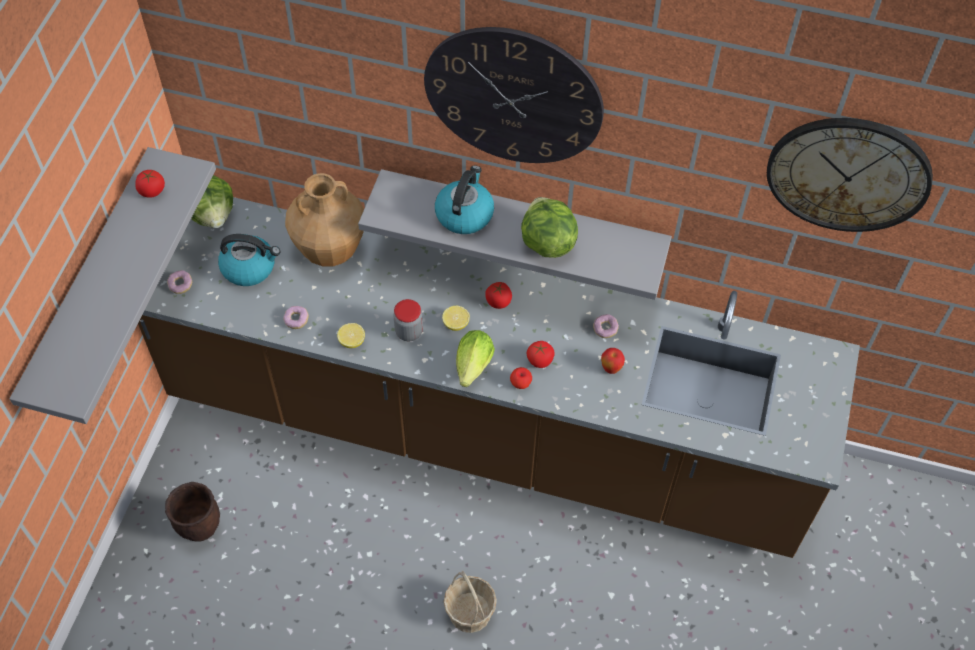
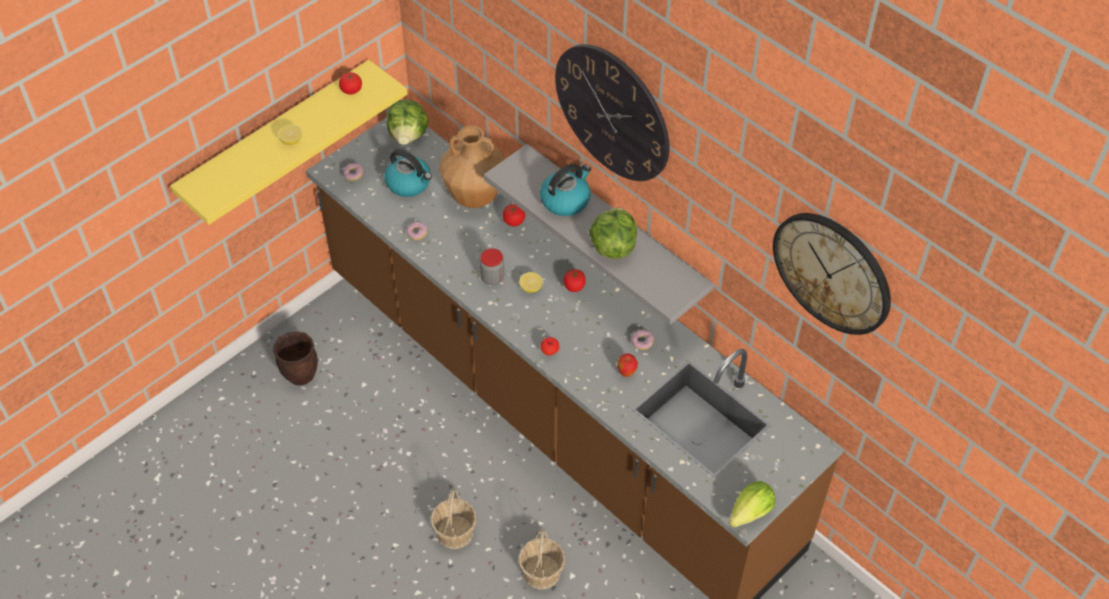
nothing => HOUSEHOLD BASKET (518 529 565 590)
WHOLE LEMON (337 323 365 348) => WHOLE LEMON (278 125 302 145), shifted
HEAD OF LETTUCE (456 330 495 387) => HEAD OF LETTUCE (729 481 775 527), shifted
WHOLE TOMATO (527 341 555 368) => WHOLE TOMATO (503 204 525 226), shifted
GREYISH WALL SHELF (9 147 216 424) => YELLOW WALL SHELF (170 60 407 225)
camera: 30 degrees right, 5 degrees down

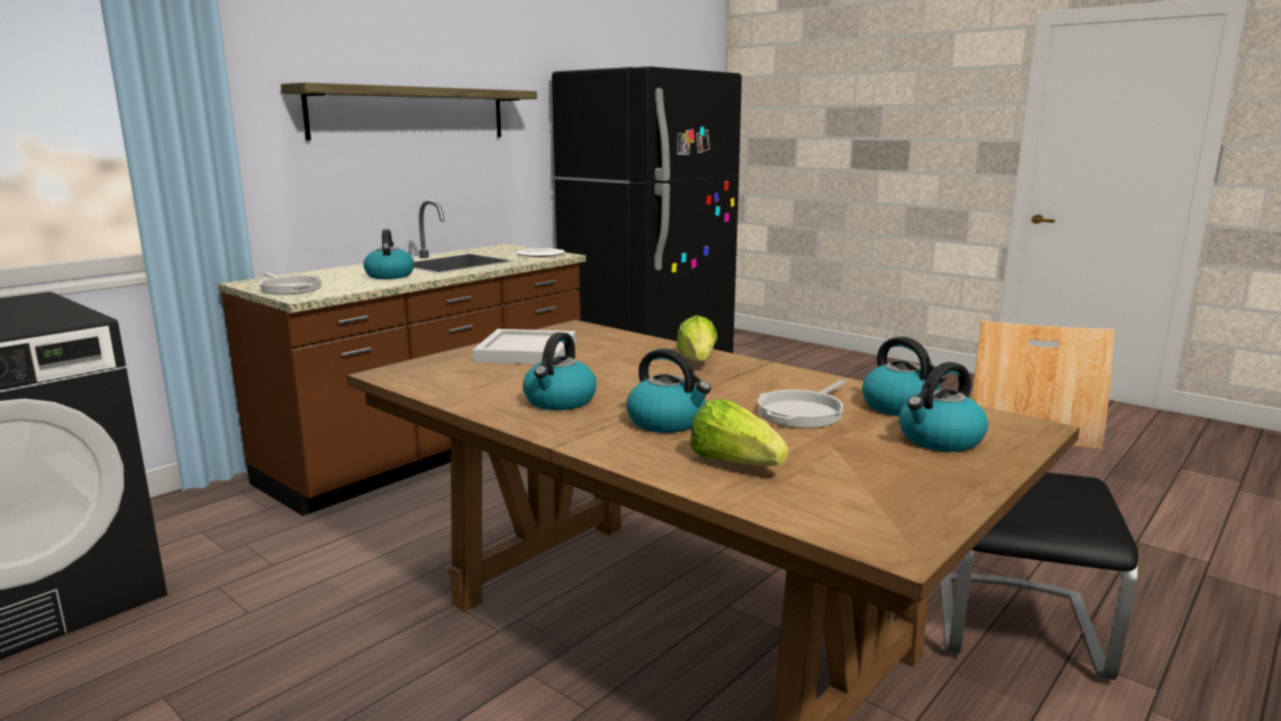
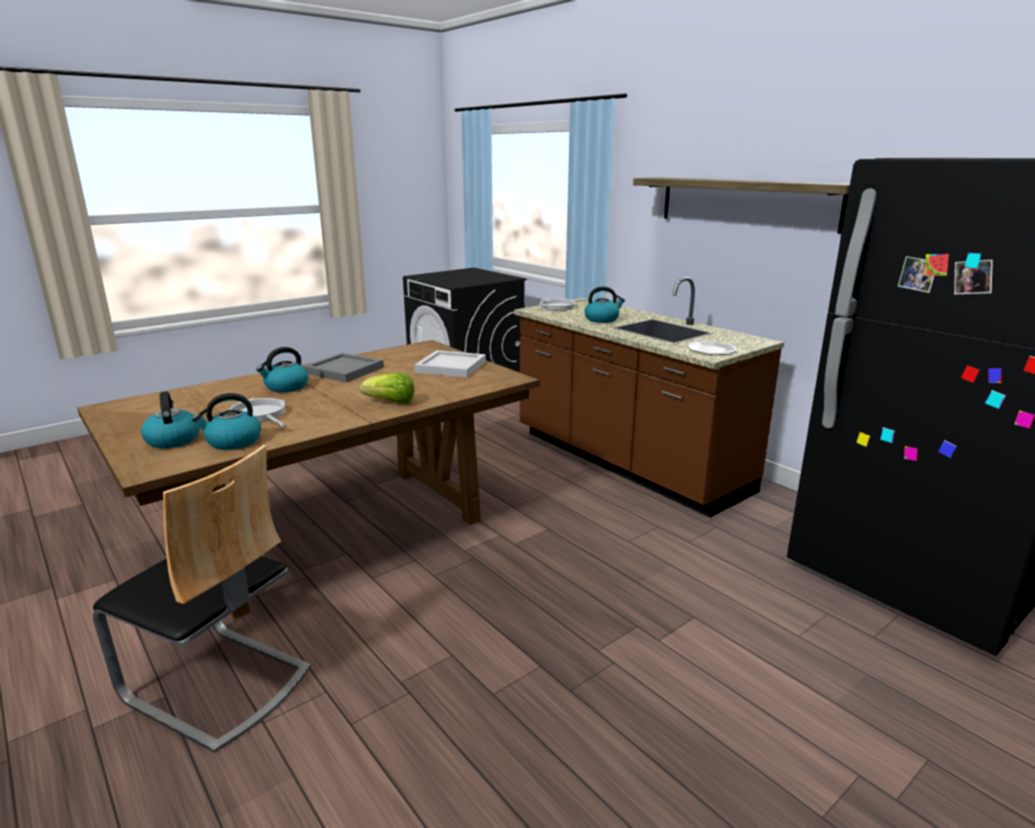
HEAD OF LETTUCE (690 399 788 466) => nothing
WATER KETTLE (523 332 597 410) => GREYISH SERVING TRAY (303 353 384 382)
camera: 100 degrees right, 5 degrees up

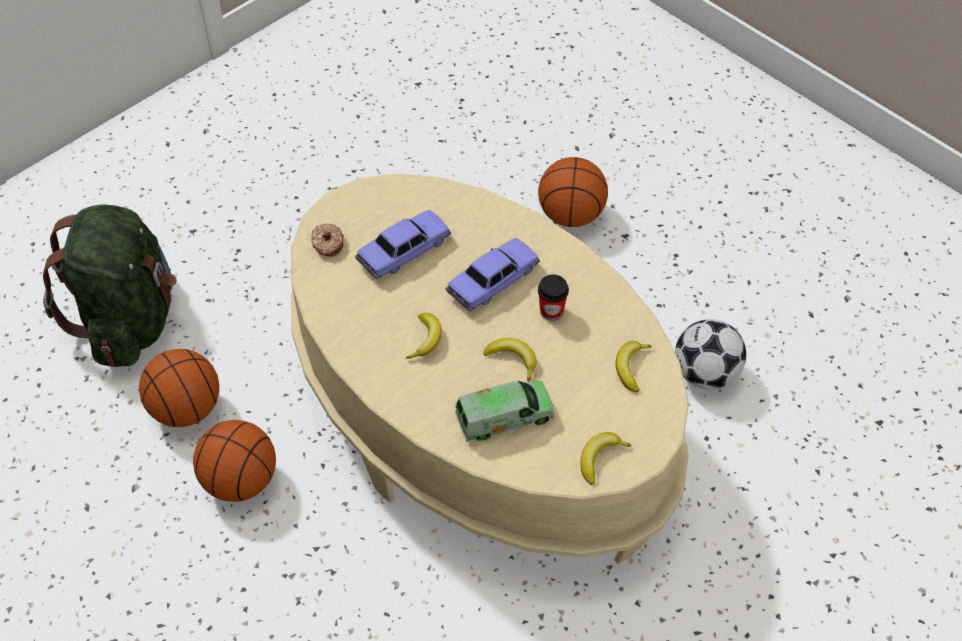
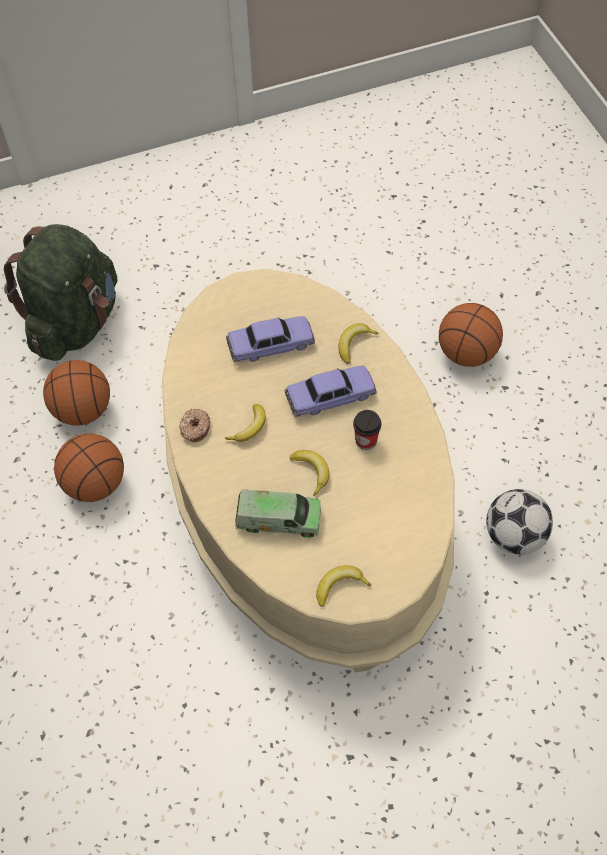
RING DOUGHNUT (311 223 344 257) => RING DOUGHNUT (179 408 210 442), shifted
BANANA FRUIT (616 341 652 392) => BANANA FRUIT (339 323 379 364), shifted
camera: 25 degrees right, 5 degrees up

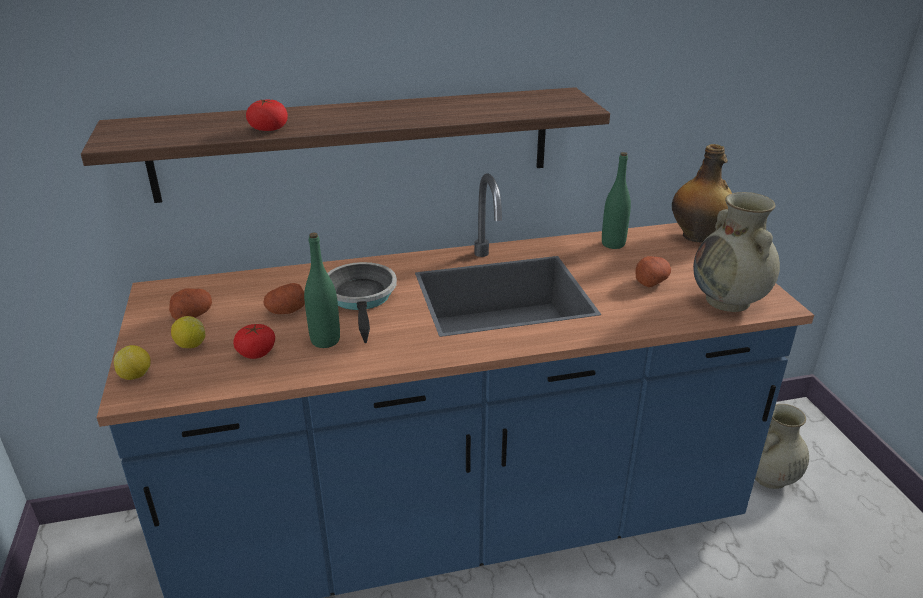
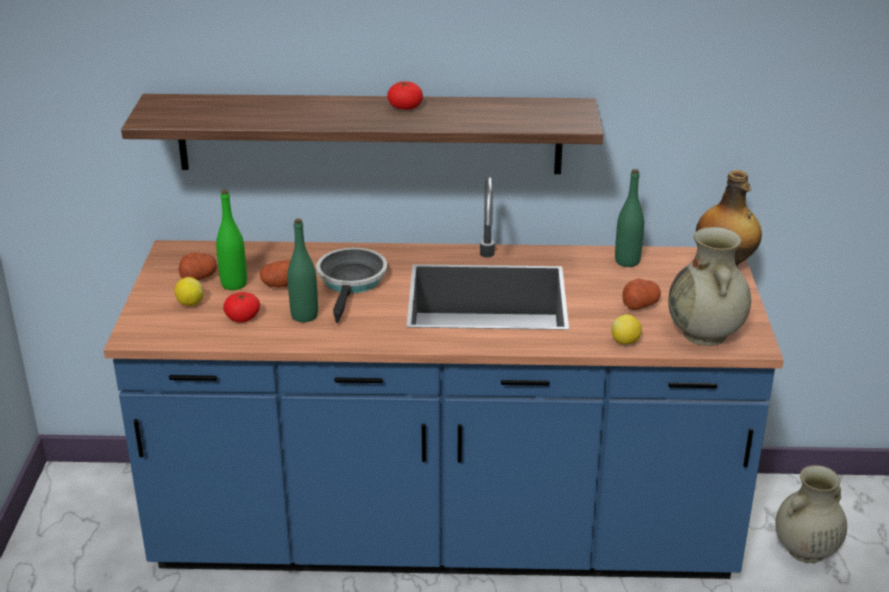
nothing => GREENISH BOTTLE (216 190 247 290)
WHOLE LEMON (114 345 151 380) => WHOLE LEMON (611 314 642 345), shifted
WHOLE TOMATO (246 99 288 131) => WHOLE TOMATO (387 81 423 110), shifted
camera: 15 degrees right, 0 degrees up

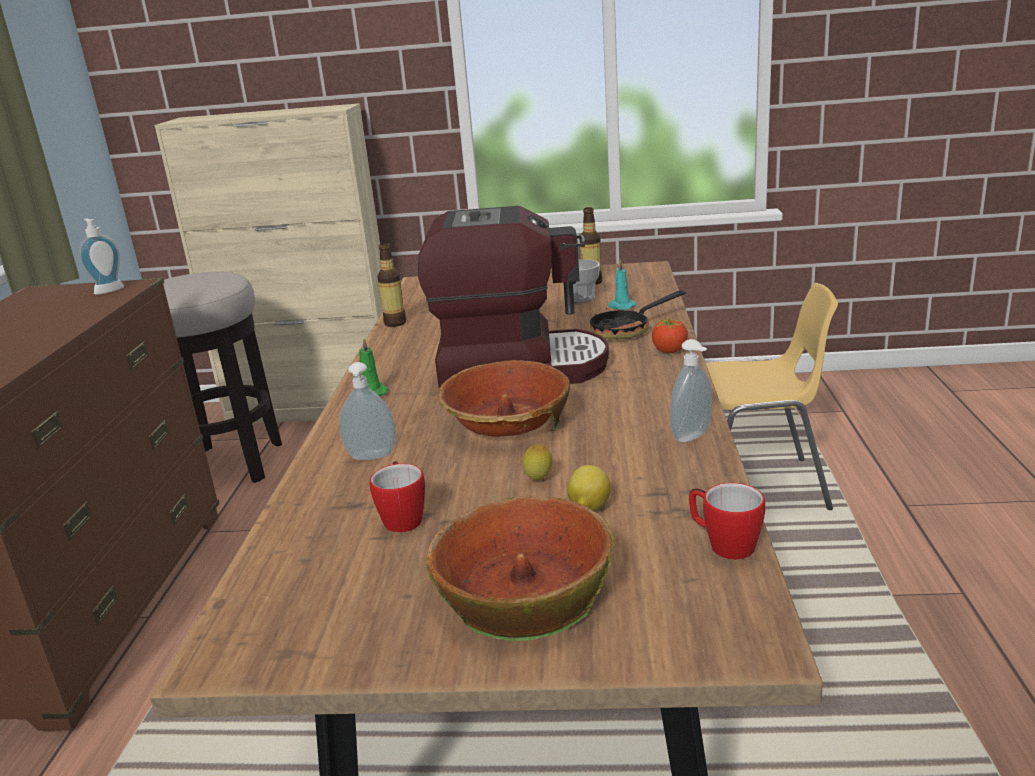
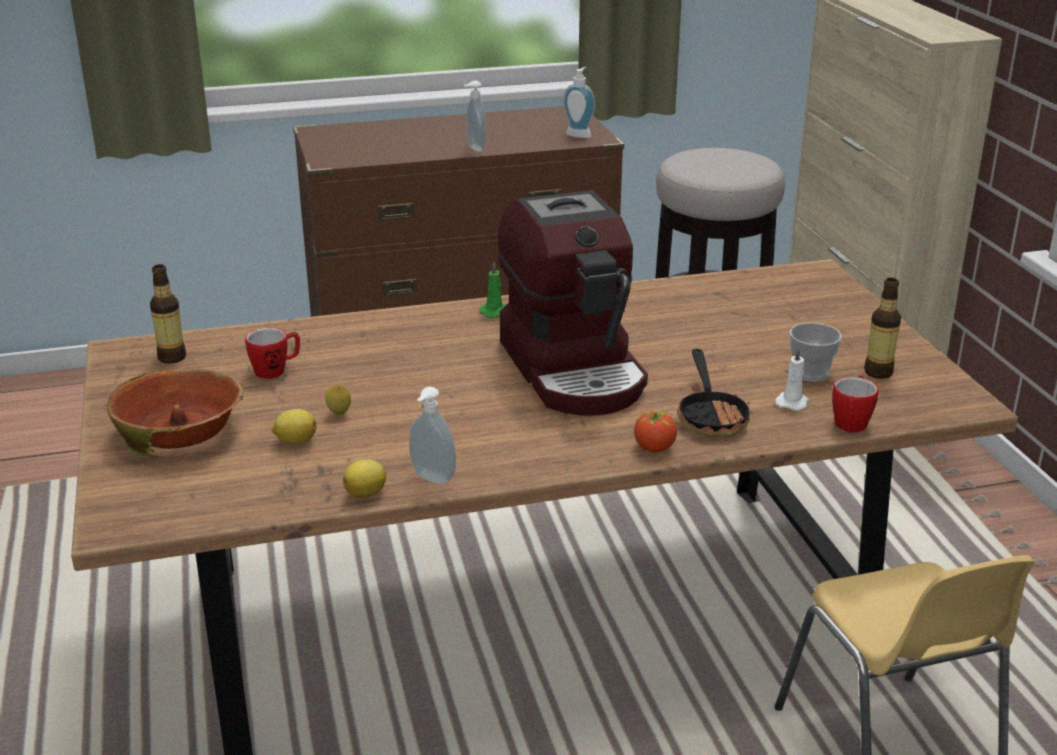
SERVING BOWL (438 360 570 437) => nothing
nothing => WHOLE LEMON (343 460 387 498)
SOAP DISPENSER (339 362 396 460) => SOAP DISPENSER (464 81 486 152), shifted
BOTTLE (377 243 406 327) => BOTTLE (150 264 186 364), shifted
TEA MUG (689 483 765 560) => TEA MUG (832 375 878 433), shifted
BLUE-GREEN WAX CANDLE (608 259 636 310) => WHITE WAX CANDLE (775 347 809 411)
SKILLET (590 290 685 339) => SKILLET (677 349 752 436), 135 degrees counterclockwise
camera: 70 degrees right, 5 degrees up

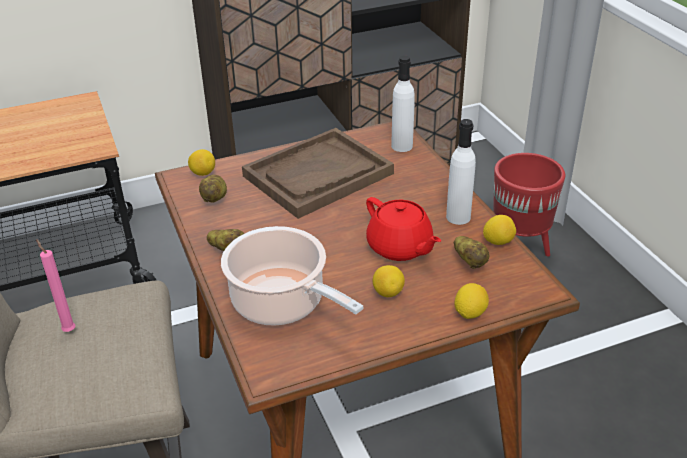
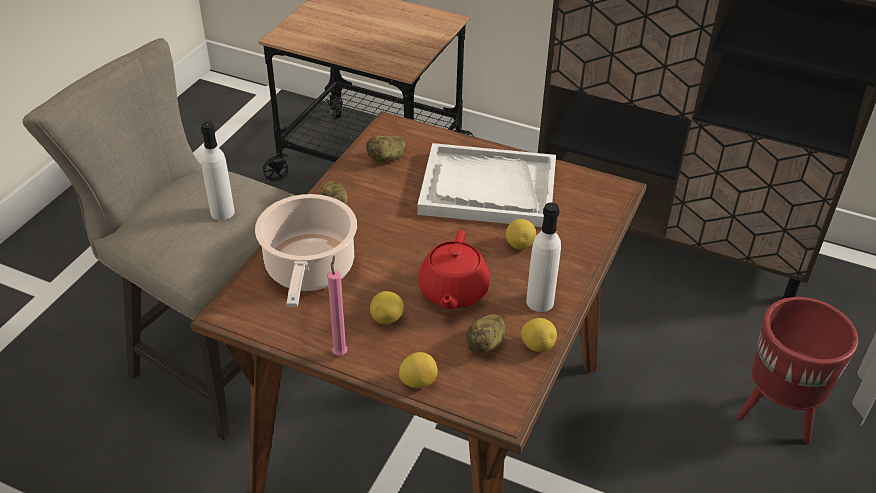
PINK WAX CANDLE (36 239 75 332) => PINK WAX CANDLE (327 256 347 355), shifted
WHOLE LEMON (188 149 215 176) => WHOLE LEMON (506 219 536 249), shifted
WHITE BOTTLE (391 56 415 152) => WHITE BOTTLE (201 121 235 220), shifted
BROWN SERVING TRAY (242 128 394 219) => WHITE SERVING TRAY (417 143 556 227)
camera: 45 degrees right, 5 degrees up

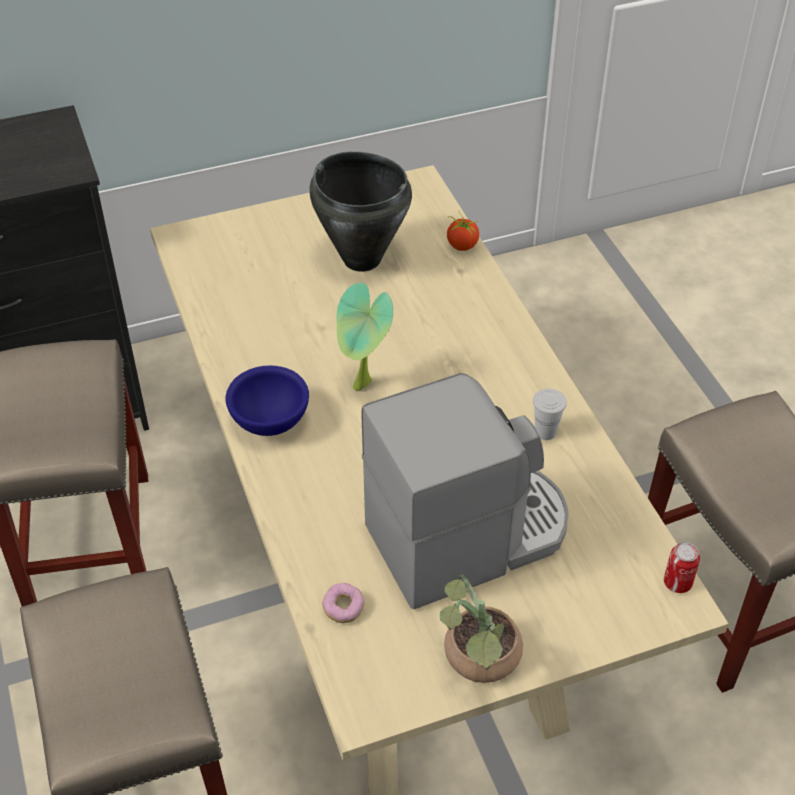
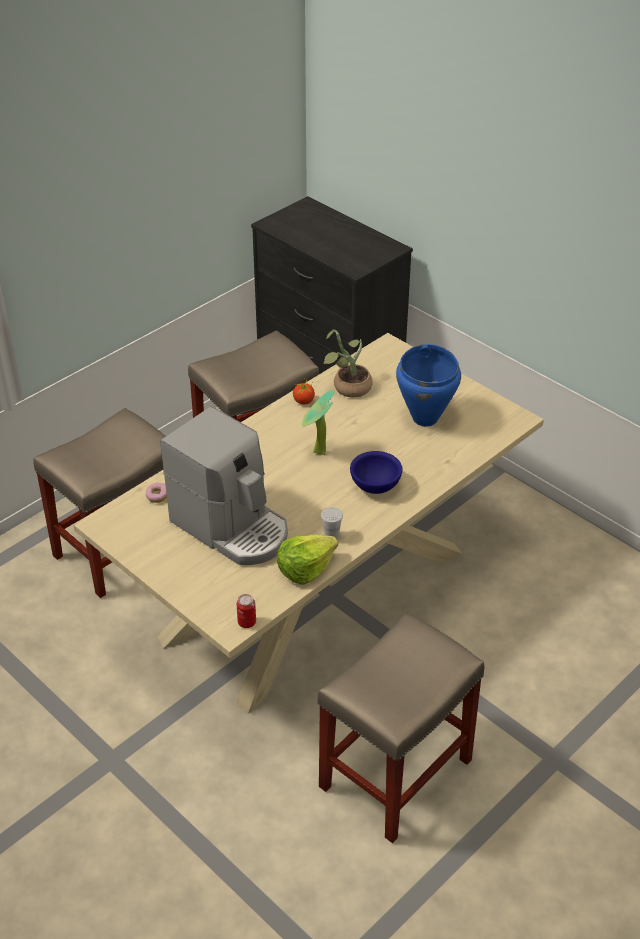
nothing => HEAD OF LETTUCE (277 534 338 585)
BLUISH SERVING BOWL (226 366 309 436) => BLUISH SERVING BOWL (350 451 403 494), shifted
HOUSEPLANT (440 574 523 683) => HOUSEPLANT (323 329 373 398), shifted
WHOLE TOMATO (447 212 479 251) => WHOLE TOMATO (293 378 315 404), shifted
BLACK STOCKPOT (309 152 412 272) => BLUISH STOCKPOT (396 344 461 426)
camera: 65 degrees right, 5 degrees down

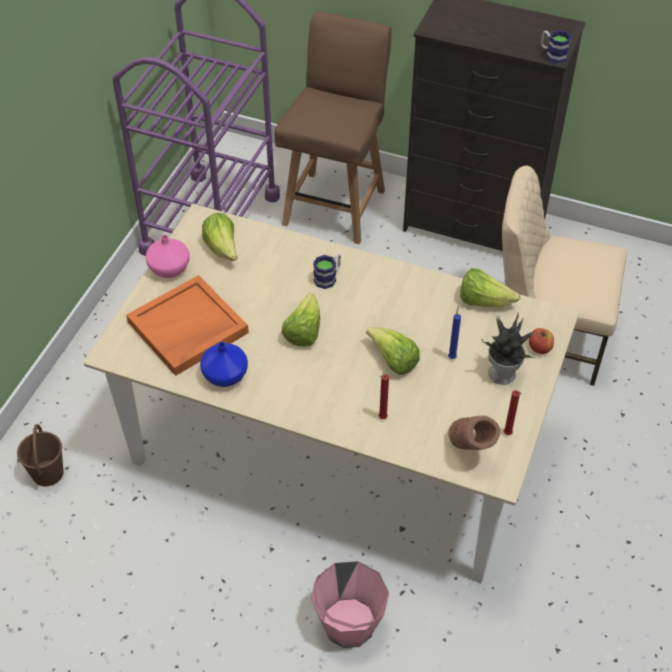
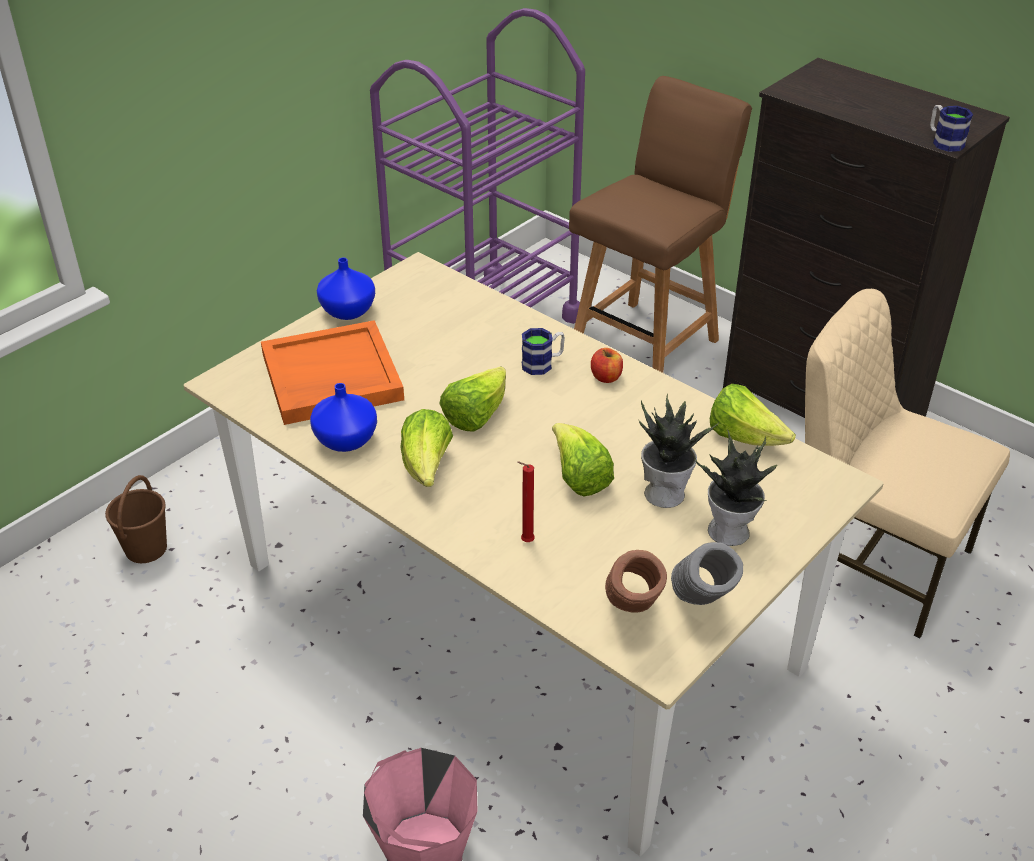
HEAD OF LETTUCE (202 213 237 261) => HEAD OF LETTUCE (400 409 453 487), shifted
WHOLE APPLE (529 328 554 354) => WHOLE APPLE (591 348 623 383), shifted
BLUISH WAX CANDLE (448 306 461 359) => HOUSEPLANT (639 394 720 508)
RED-COLOURED WAX CANDLE (504 390 522 435) => GREYISH VASE (671 542 743 605)
PINK VASE (146 235 190 278) => BLUISH VASE (317 257 375 320)
camera: 20 degrees right, 10 degrees down

